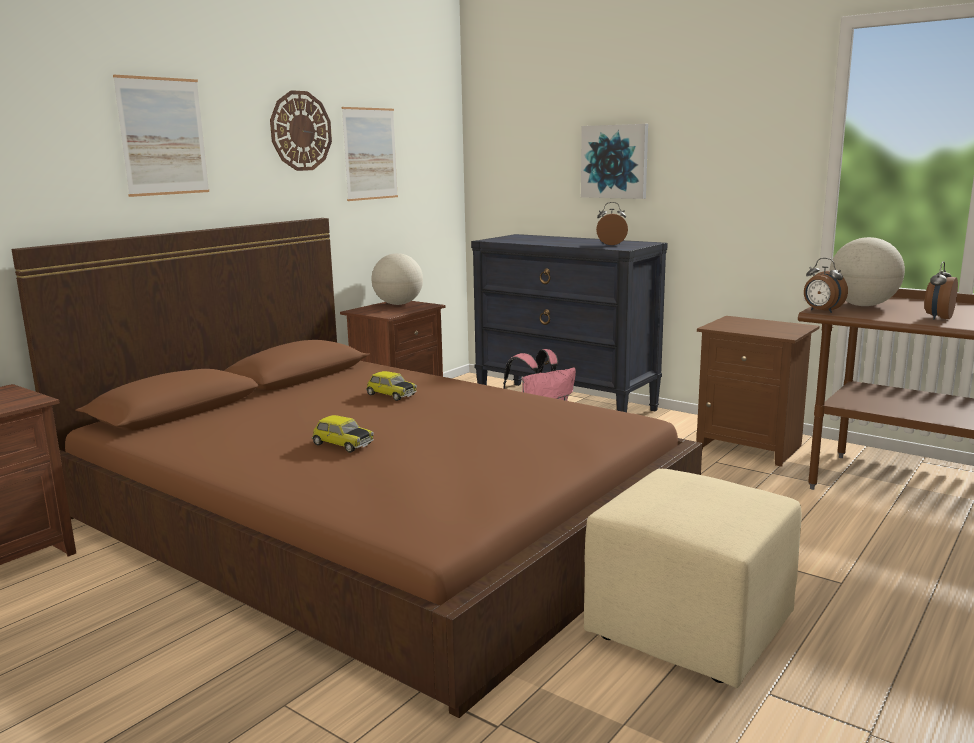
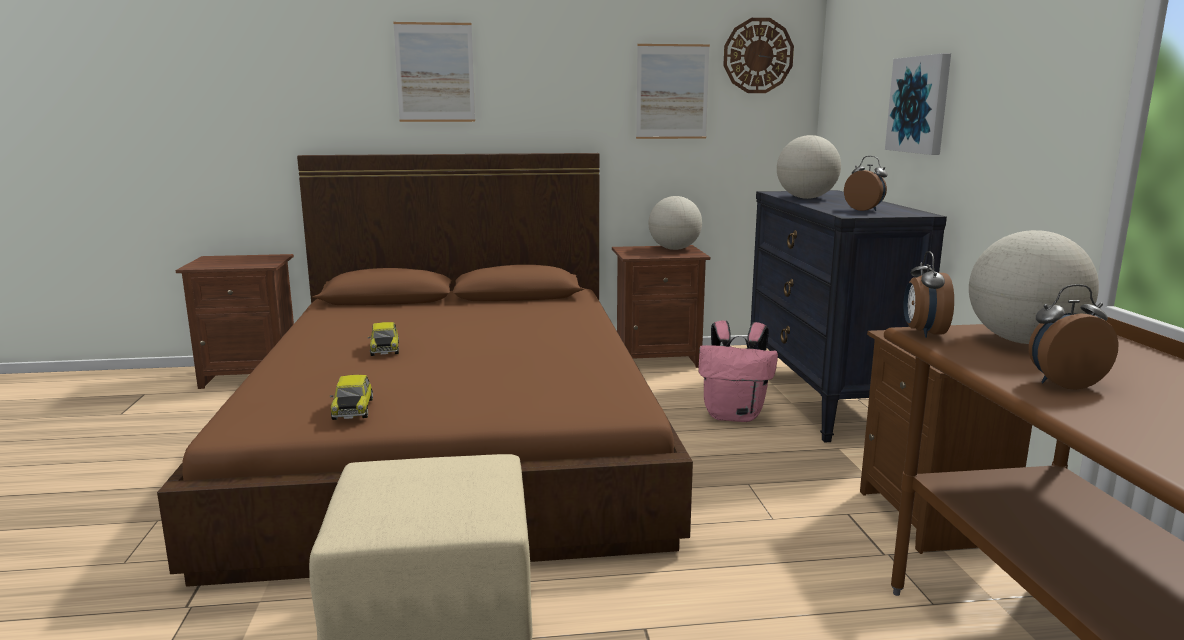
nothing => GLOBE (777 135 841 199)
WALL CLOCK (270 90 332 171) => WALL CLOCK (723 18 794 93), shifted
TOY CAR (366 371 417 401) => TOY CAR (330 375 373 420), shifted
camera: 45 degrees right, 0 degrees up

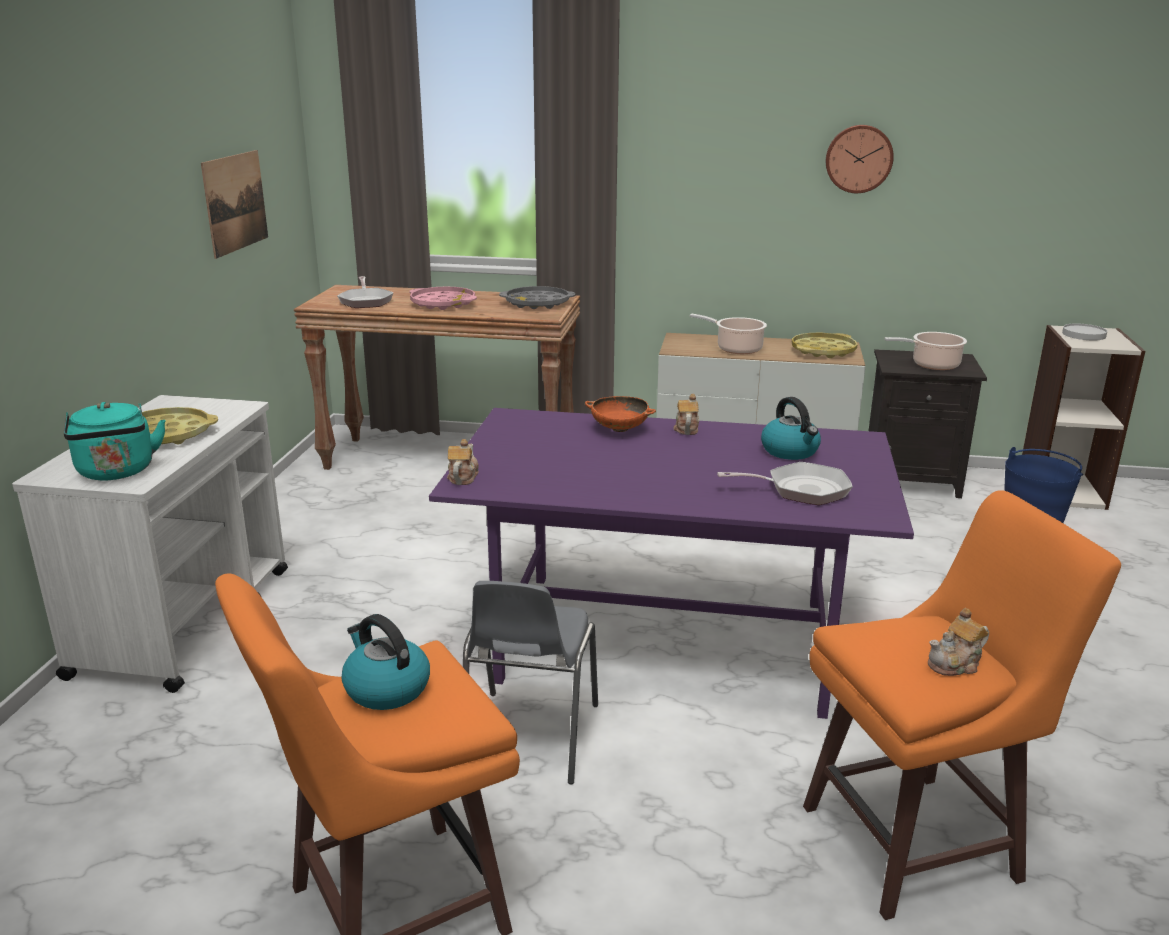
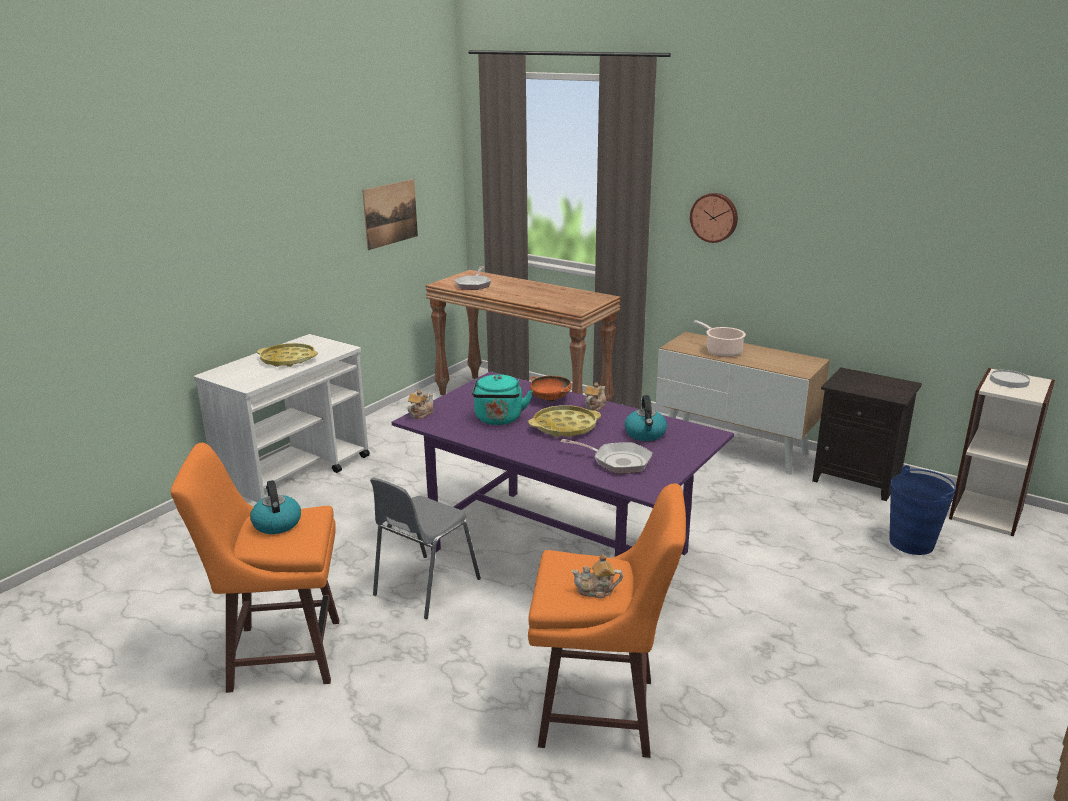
PINK SERVING TRAY (409 286 477 310) => nothing
GREYISH SERVING TRAY (499 286 576 309) => nothing
STOCKPOT (884 332 967 370) => nothing
BLUE-GREEN WATER KETTLE (64 402 166 481) => BLUE-GREEN WATER KETTLE (472 375 533 425), shifted
YELLOW SERVING TRAY (792 333 858 358) => YELLOW SERVING TRAY (528 405 601 437), shifted
WALL CLOCK (826 125 894 193) => WALL CLOCK (690 193 738 243), shifted
camera: 25 degrees right, 0 degrees up

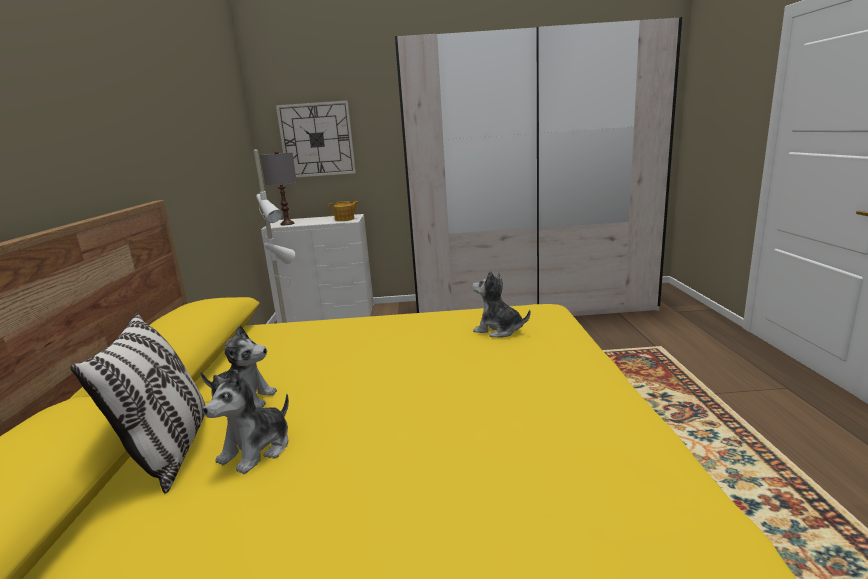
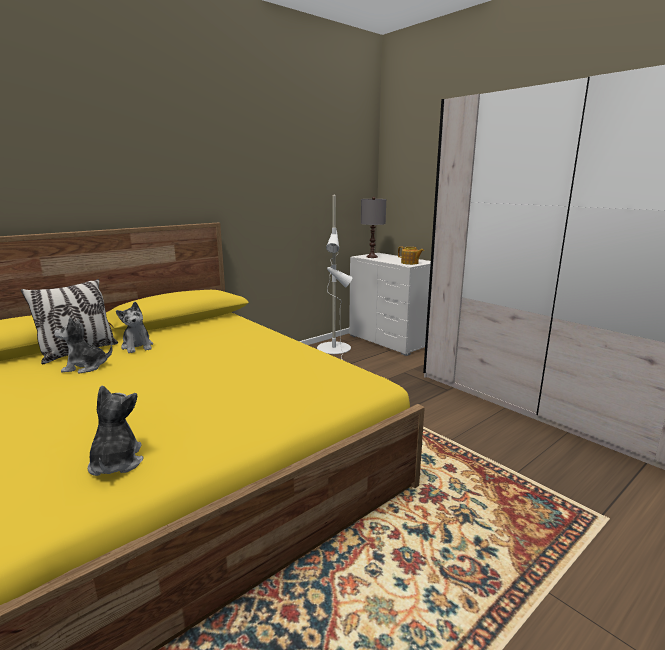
WALL CLOCK (276 100 356 177) => nothing
CUDDLY TOY (472 270 530 337) => CUDDLY TOY (87 385 144 476), shifted
camera: 50 degrees right, 0 degrees up

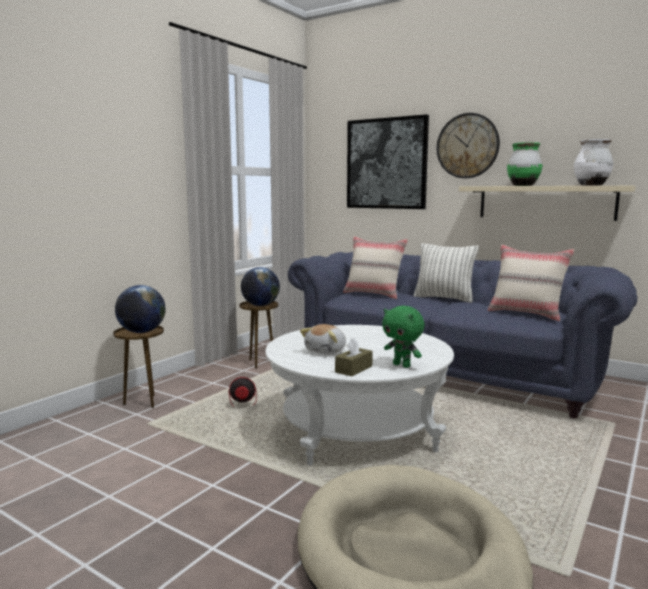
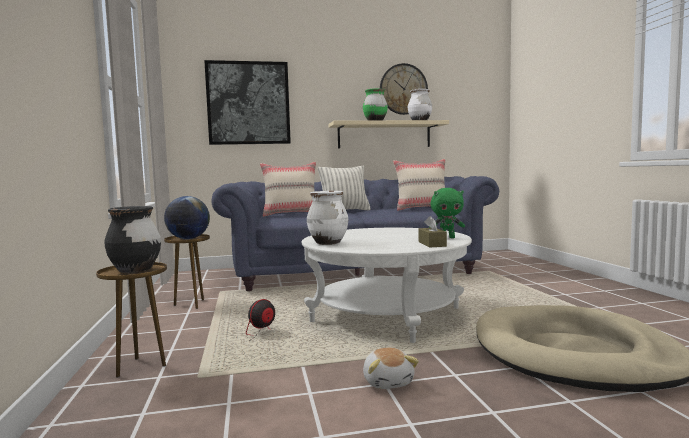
nothing => WHITE VASE (307 191 348 245)
CUDDLY TOY (300 324 346 354) => CUDDLY TOY (363 348 419 389), shifted
WALL CLOCK (437 113 500 178) => WALL CLOCK (380 63 428 115), shifted
GLOBE (115 285 166 333) => BLACK VASE (104 206 161 273)
camera: 45 degrees left, 5 degrees down

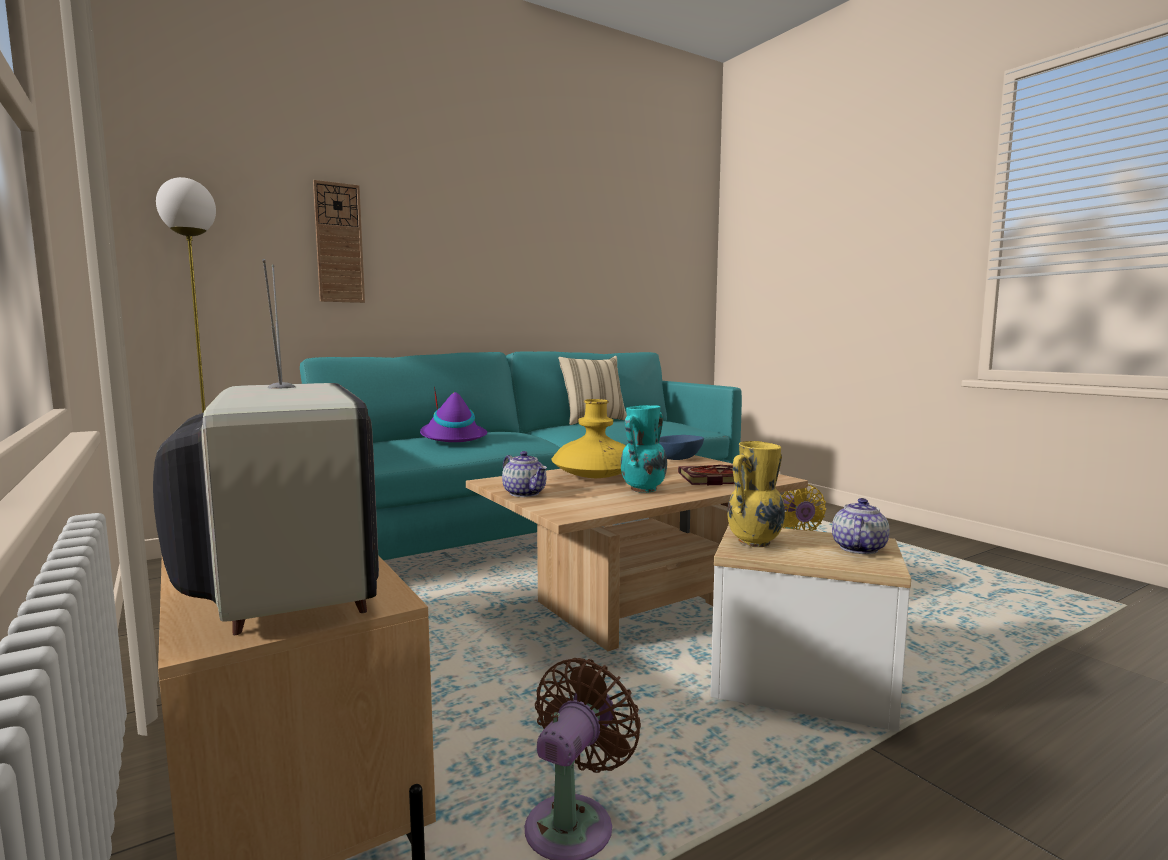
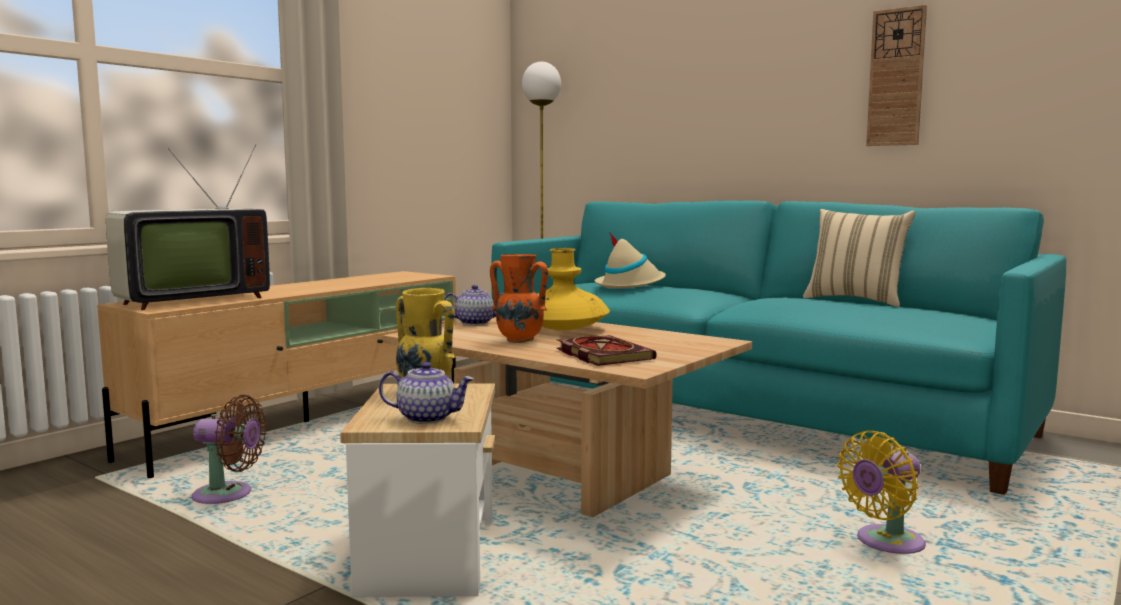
BLUISH SERVING BOWL (659 435 704 460) => nothing
WALL CLOCK (313 180 365 303) => WALL CLOCK (866 5 927 146), shifted
PURPLISH CLOTHING HAT (420 387 487 442) => BEIGE-COLOURED CLOTHING HAT (595 232 666 289)
BLUE-GREEN VASE (621 405 667 493) => ORANGE-COLOURED VASE (490 254 548 343)
POT FOR TEA (502 451 547 497) => POT FOR TEA (444 285 503 325), 135 degrees counterclockwise
camera: 70 degrees right, 0 degrees up

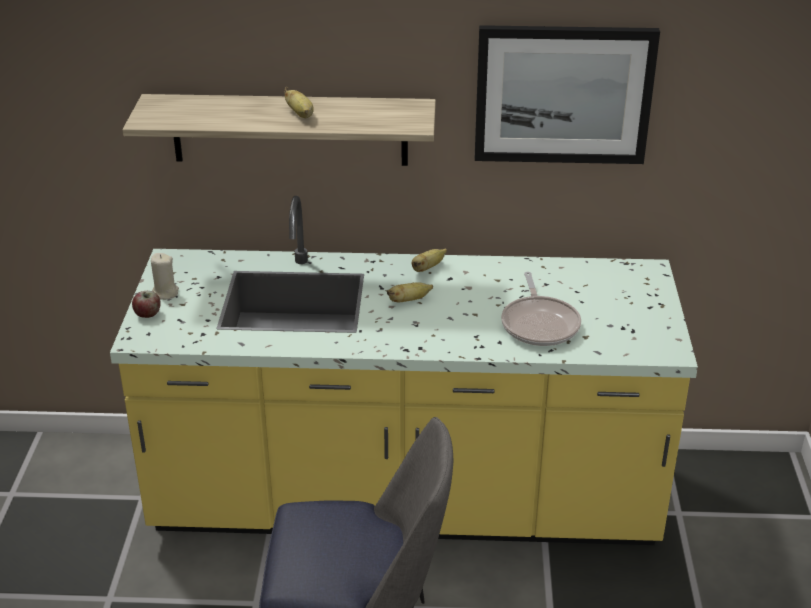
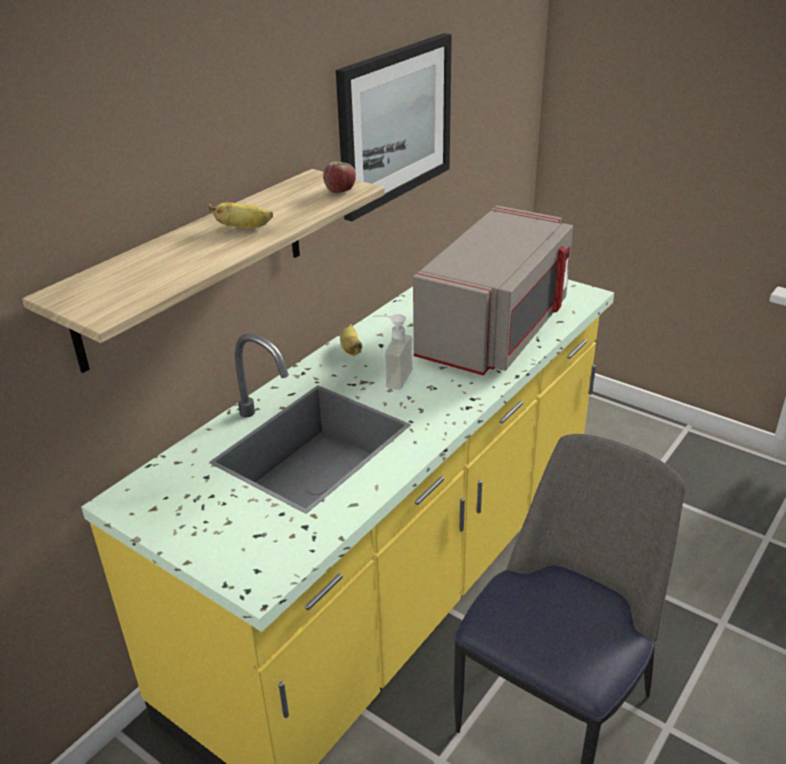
BEIGE-COLOURED WAX CANDLE (151 253 179 300) => nothing
WHOLE APPLE (132 291 161 318) => WHOLE APPLE (323 162 356 193), shifted
BANANA FRUIT (387 282 433 302) => SOAP DISPENSER (373 314 413 390)
SKILLET (501 272 581 346) => GREYISH MICROWAVE OVEN (413 205 573 375)
camera: 55 degrees left, 0 degrees up

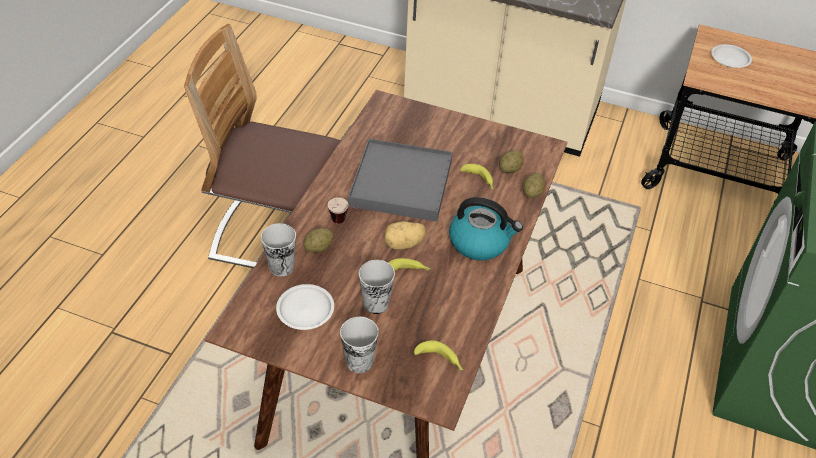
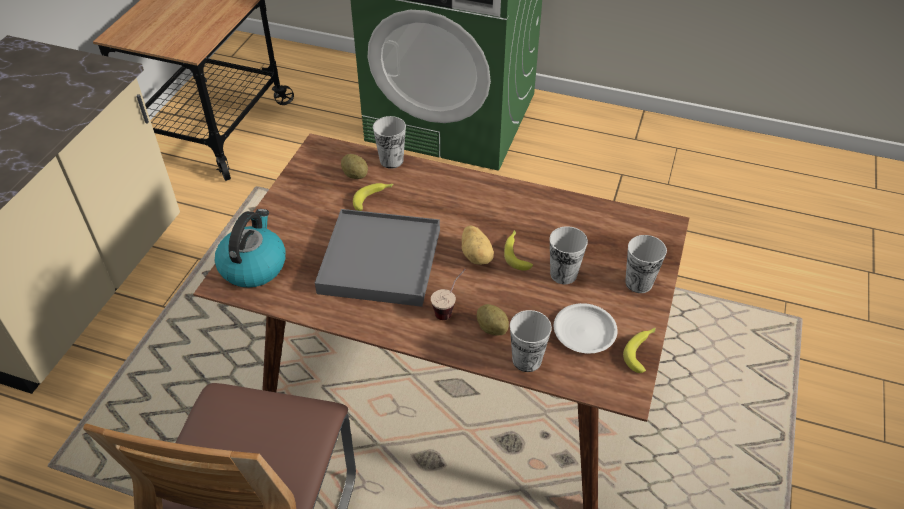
WHITE DINNER PLATE (711 44 752 68) => nothing
BANANA FRUIT (414 340 463 370) => BANANA FRUIT (623 328 655 373), shifted
WATER KETTLE (449 197 523 261) => WATER KETTLE (215 209 286 288), shifted
POTATO (522 173 545 198) => CUP (373 116 406 169)
camera: 90 degrees left, 0 degrees up

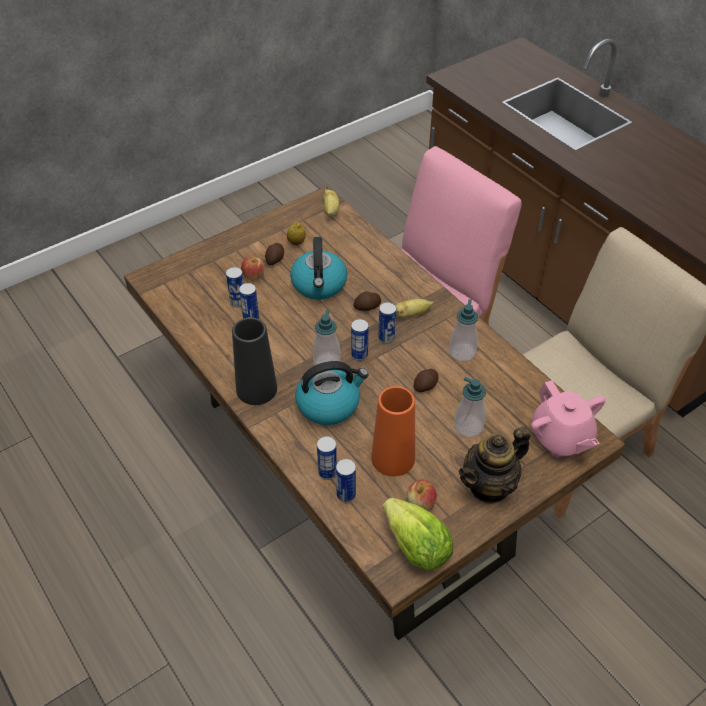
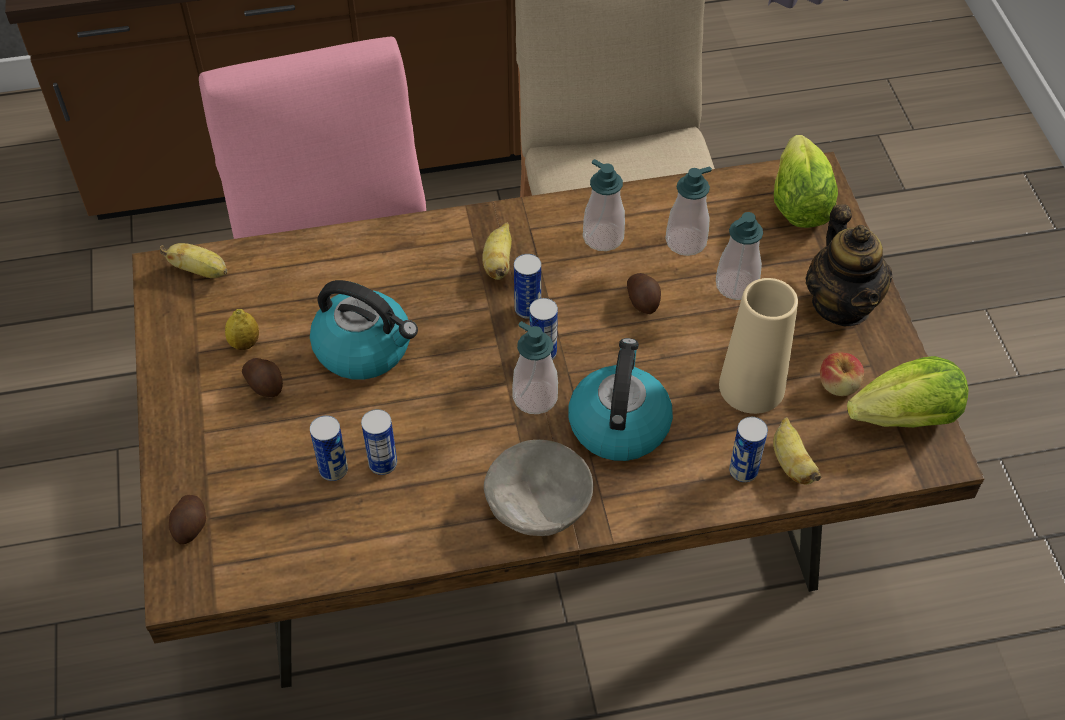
WHOLE APPLE (241 257 265 281) => nothing
nothing => SOAP DISPENSER (665 166 712 256)
POTATO (354 292 381 311) => POTATO (169 495 206 544), shifted
BLACK VASE (232 318 277 405) => GREYISH SERVING BOWL (484 440 593 536)
METAL CAN (336 459 356 503) => BANANA FRUIT (773 417 821 484)
PINK POT FOR TEA (531 380 606 457) => HEAD OF LETTUCE (774 135 838 228)
ORANGE-COLOURED VASE (371 386 415 476) => BEIGE-COLOURED VASE (719 278 798 414)
camera: 65 degrees left, 5 degrees up

